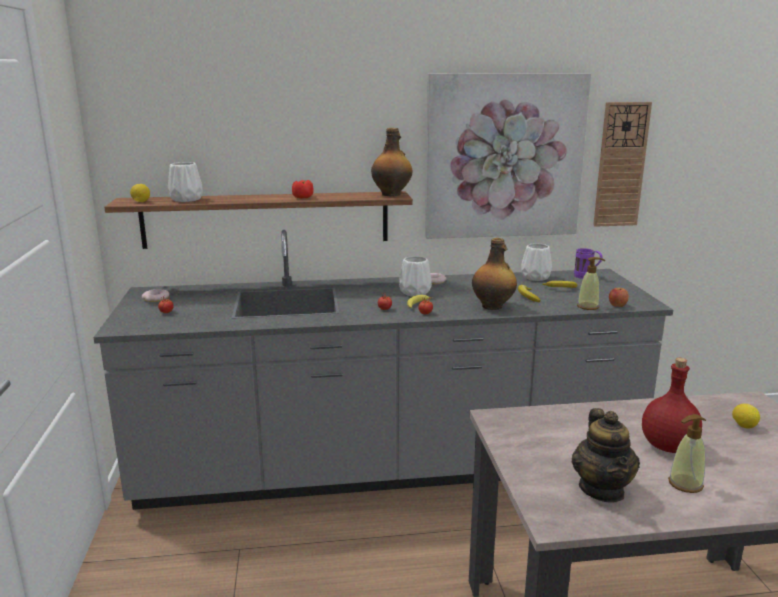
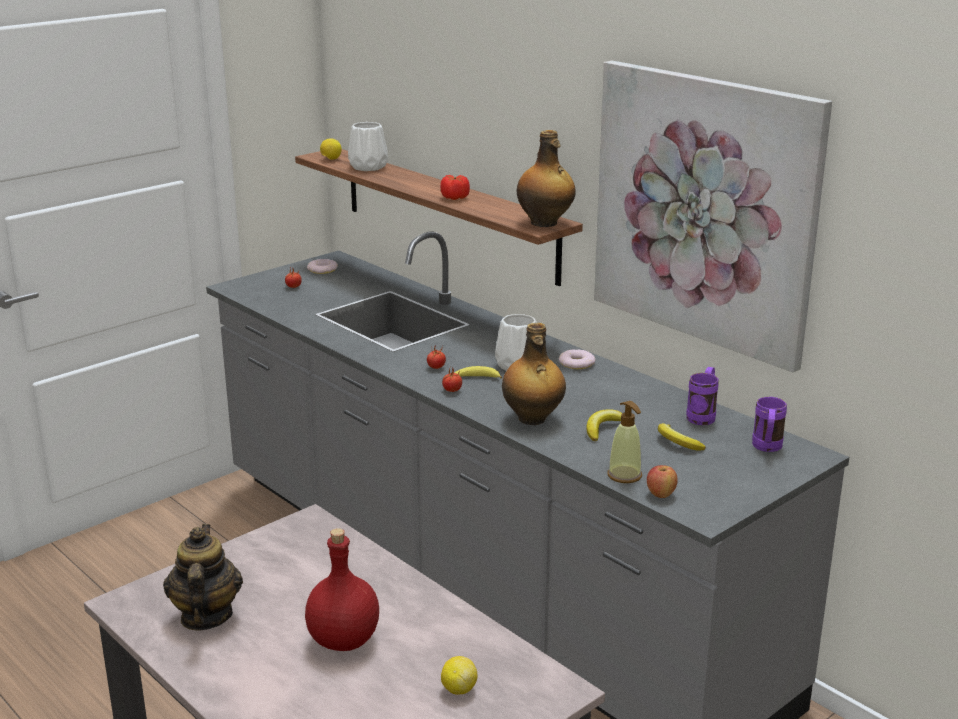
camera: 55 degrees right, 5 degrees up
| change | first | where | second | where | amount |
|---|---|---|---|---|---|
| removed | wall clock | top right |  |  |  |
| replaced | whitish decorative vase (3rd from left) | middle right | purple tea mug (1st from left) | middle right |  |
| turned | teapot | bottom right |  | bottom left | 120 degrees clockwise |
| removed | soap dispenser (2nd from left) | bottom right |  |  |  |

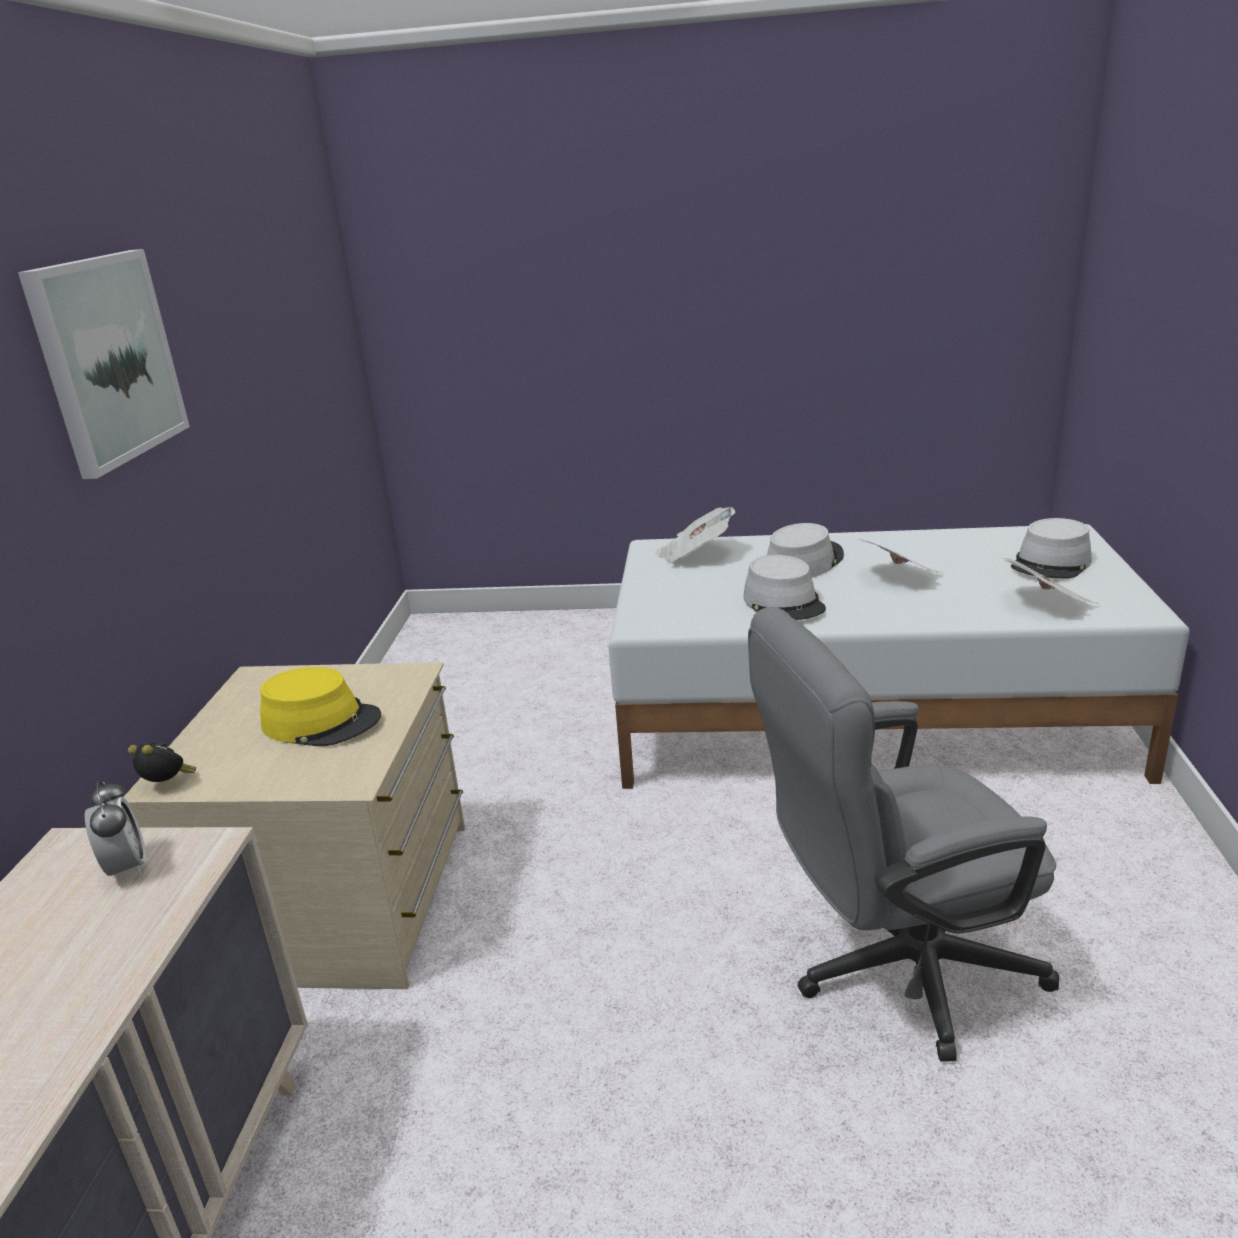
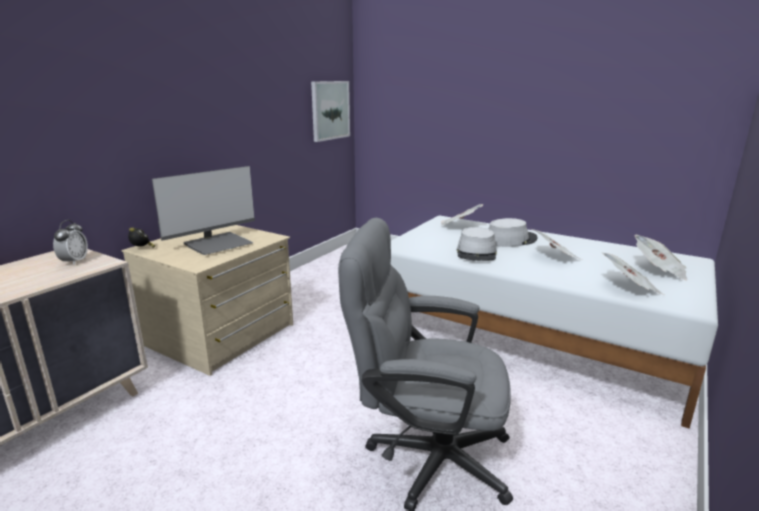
camera: 25 degrees right, 5 degrees down
| change | first | where | second | where | amount |
|---|---|---|---|---|---|
| moved | wall picture | top left |  | top centre |  |
| replaced | grey wearable hat (3rd from left) | middle right | newspaper (4th from left) | middle right |  |
| replaced | yellow-coloured wearable hat | middle left | monitor | middle left |  |

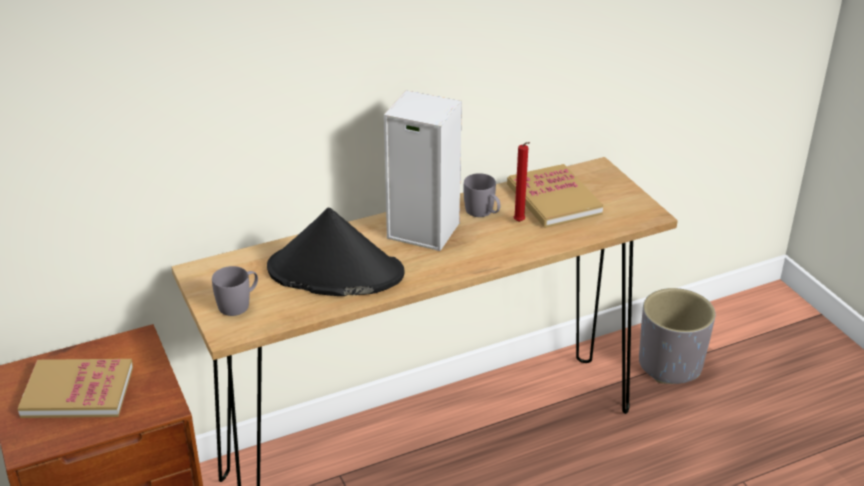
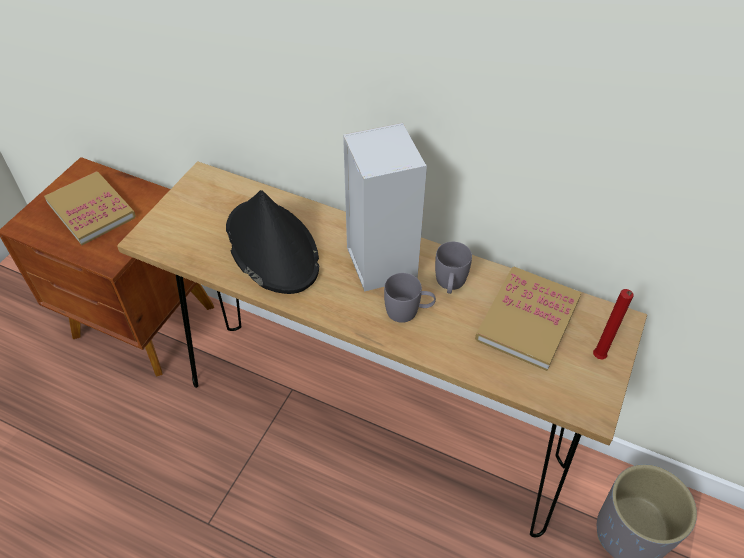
camera: 50 degrees right, 15 degrees up
| change | first | where | second | where | amount |
|---|---|---|---|---|---|
| moved | reddish wax candle | centre |  | middle right |  |
| moved | grey tea mug (1st from left) | middle left |  | centre |  |

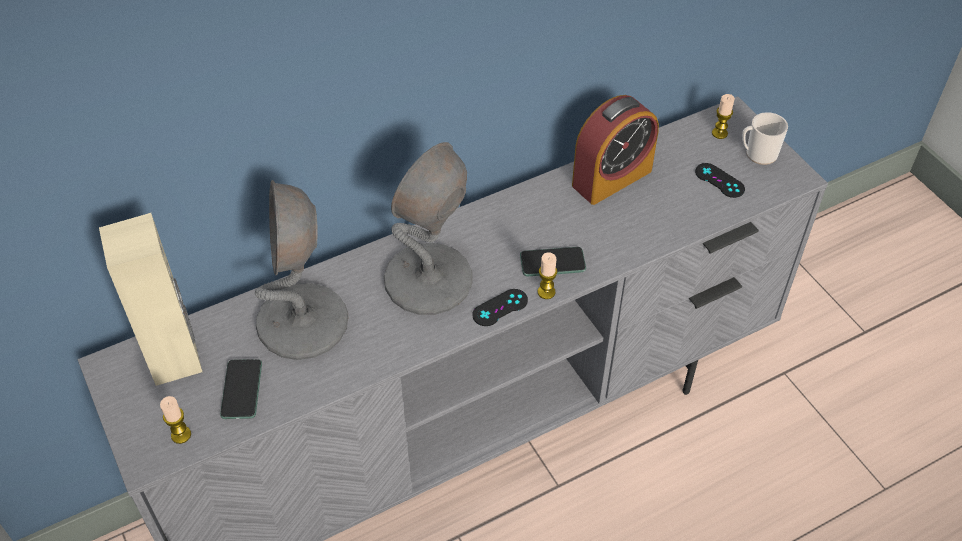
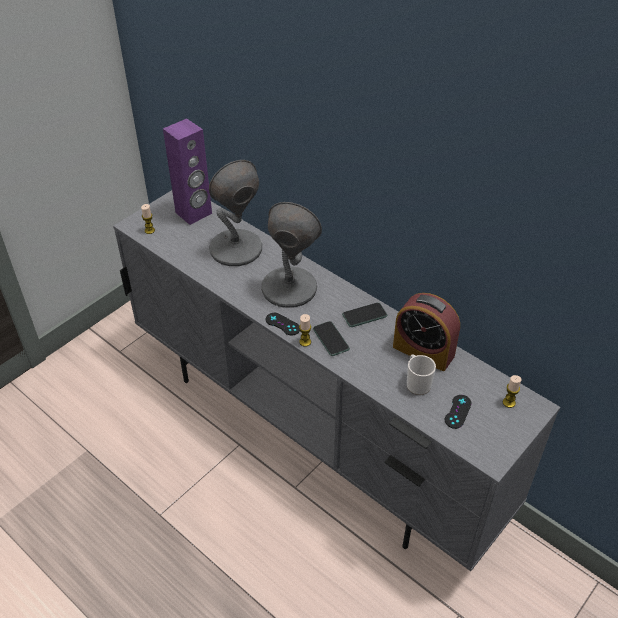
camera: 70 degrees right, 5 degrees down
| change | first | where | second | where | amount |
|---|---|---|---|---|---|
| moved | tea mug | top right |  | middle right |  |
| recoloured | beige speaker | middle left | purple speaker | top left |  |
| moved | phone (1st from left in the first image) | bottom left | phone (2nd from left) | centre |  |

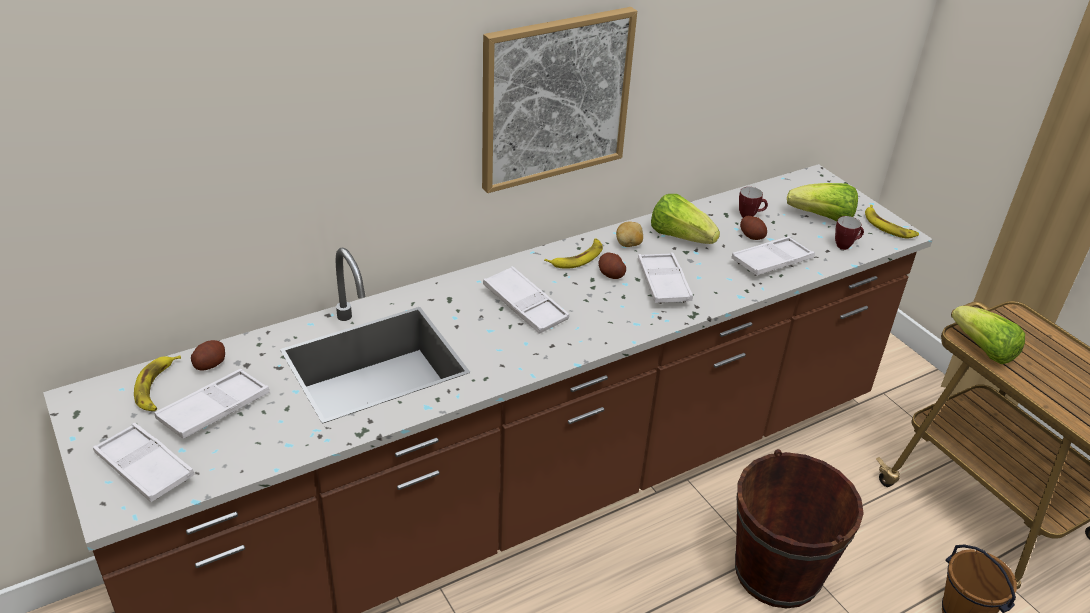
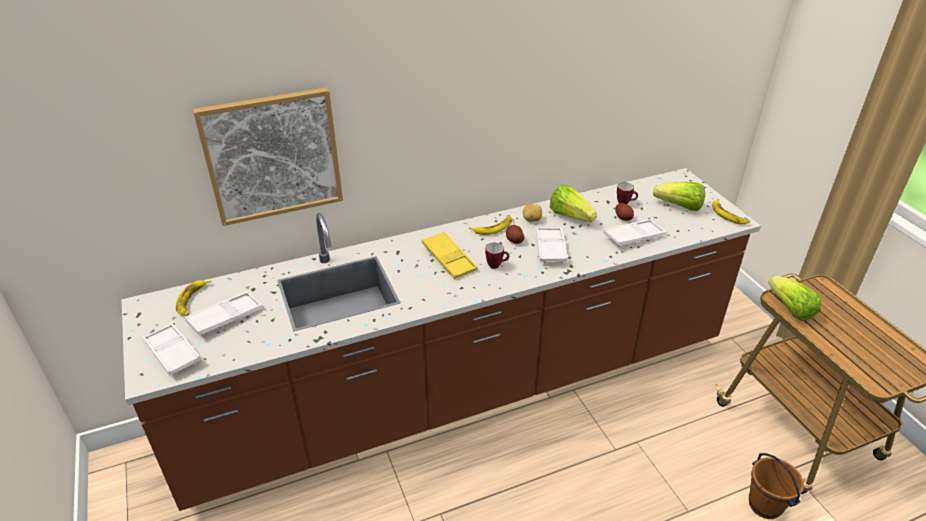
camera: 10 degrees right, 0 degrees up
| change | first | where | second | where | amount |
|---|---|---|---|---|---|
| moved | wall picture | top centre |  | top left |  |
| moved | tea mug (2nd from left in the first image) | middle right | tea mug (1st from left) | centre |  |
| recoloured | whitish tray (3rd from left) | centre | yellow-coloured tray | centre |  |
| removed | spud (1st from left) | middle left |  |  |  |
| removed | brownish water bucket (1st from left) | bottom right |  |  |  |

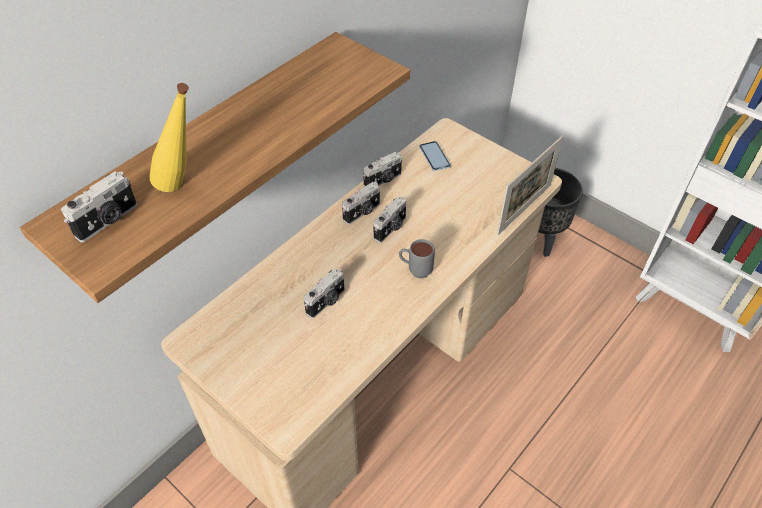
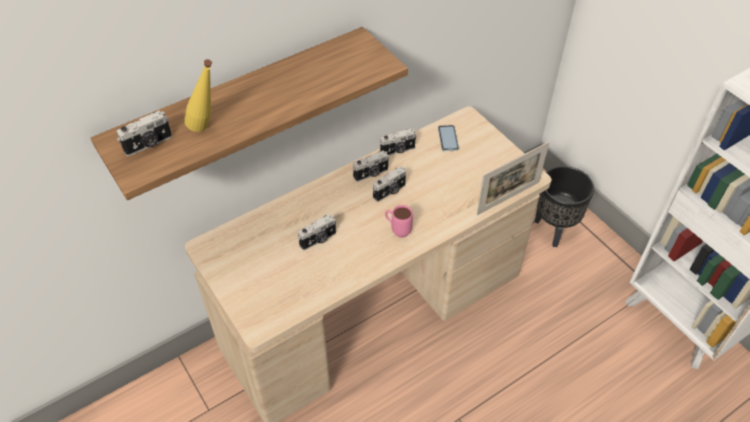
camera: 15 degrees right, 0 degrees up
| change | first | where | second | where | amount |
|---|---|---|---|---|---|
| recoloured | grey tea mug | centre | pink-coloured tea mug | centre |  |

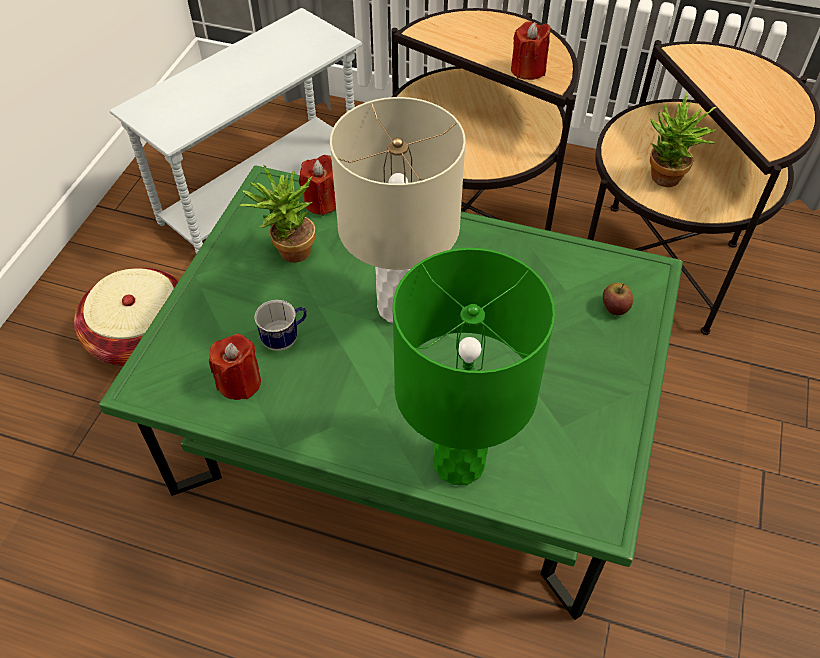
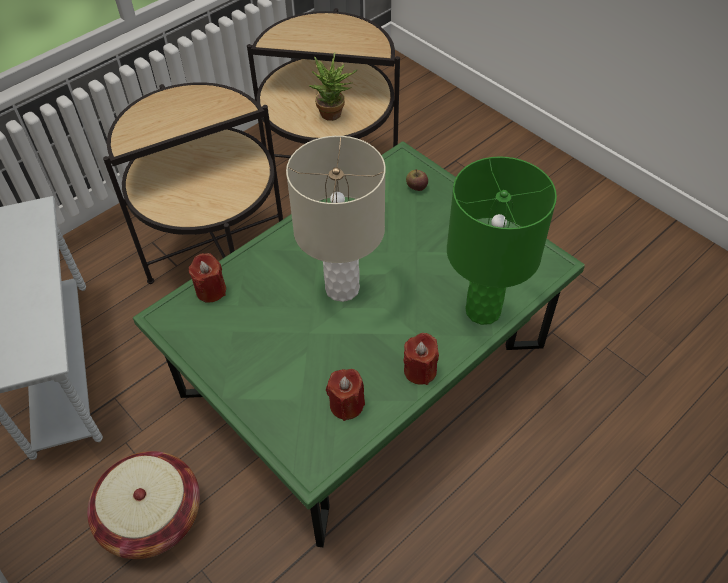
camera: 60 degrees left, 0 degrees up
| change | first | where | second | where | amount |
|---|---|---|---|---|---|
| moved | reddish wax candle (3rd from left) | top centre |  | centre |  |
| removed | plant in a pot (1st from left) | top centre |  |  |  |
| removed | tea mug | centre |  |  |  |

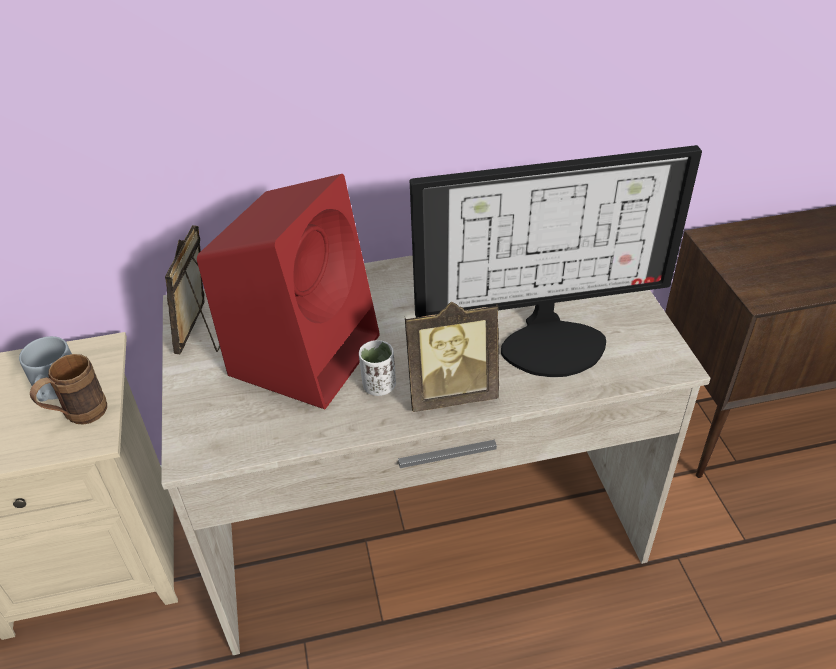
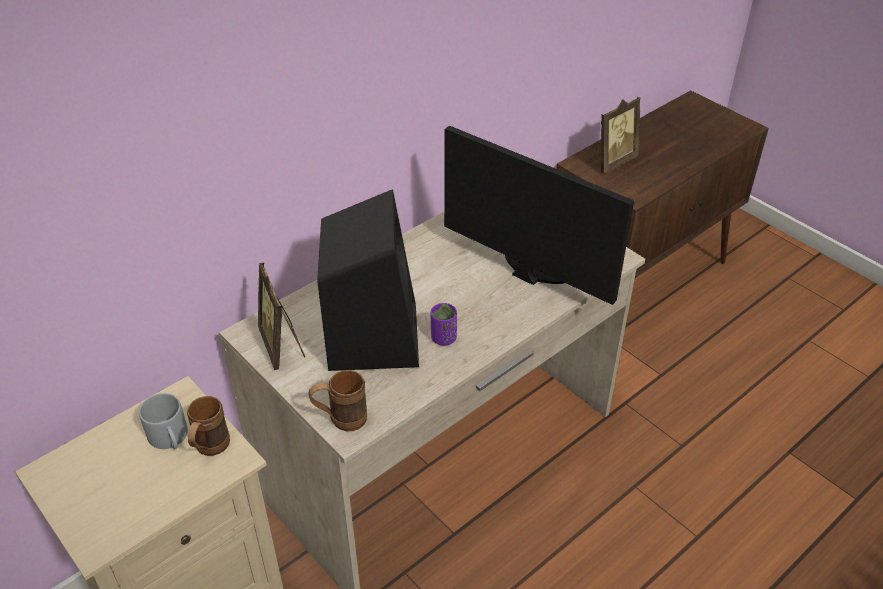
camera: 30 degrees left, 0 degrees up
| change | first | where | second | where | amount |
|---|---|---|---|---|---|
| turned | monitor | centre |  | centre | 105 degrees counterclockwise |
| recoloured | reddish speaker | centre | blackish speaker | centre |  |
| moved | standing frame (2nd from left) | centre |  | top right |  |
| recoloured | whitish drinking cup | centre | purple drinking cup | centre |  |
| added |  |  | brownish tea mug (2nd from left) | bottom centre |  |

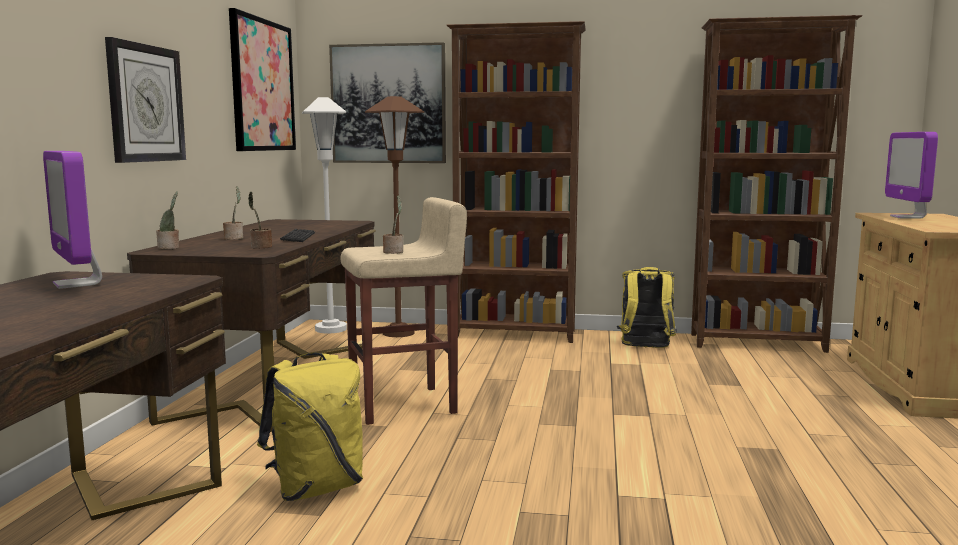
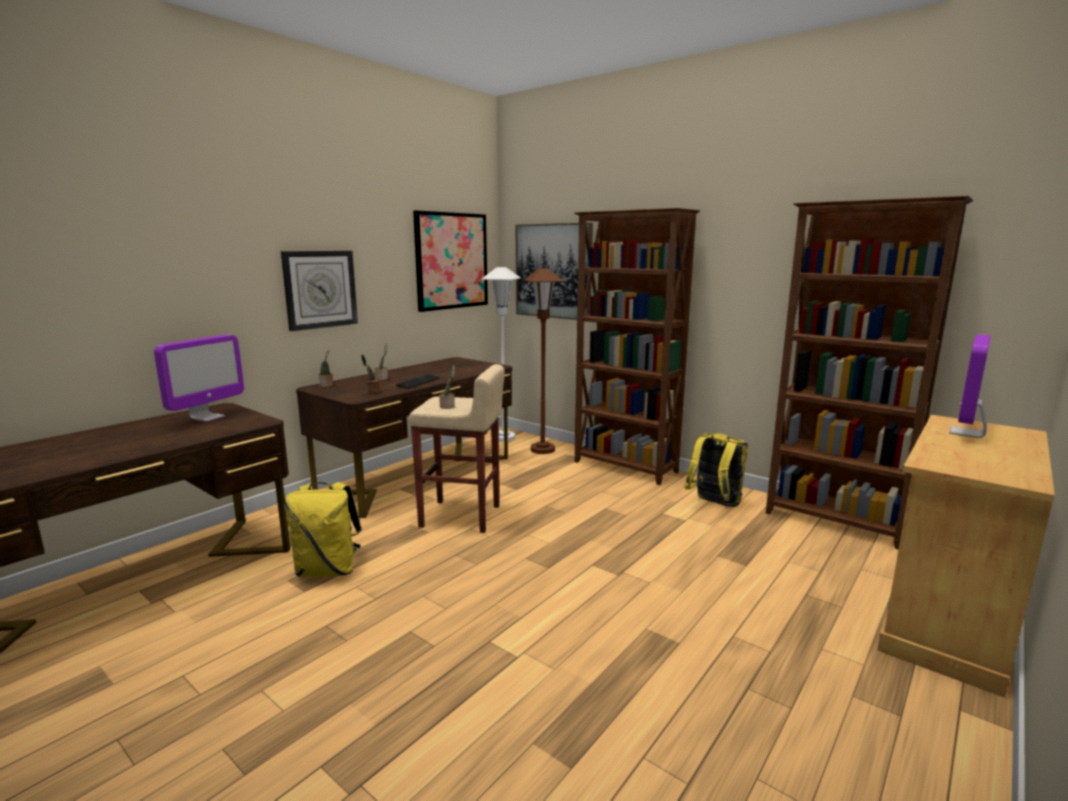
camera: 30 degrees right, 5 degrees up
| change | first | where | second | where | amount |
|---|---|---|---|---|---|
| turned | monitor (1st from left) | middle left |  | middle left | 150 degrees counterclockwise |

